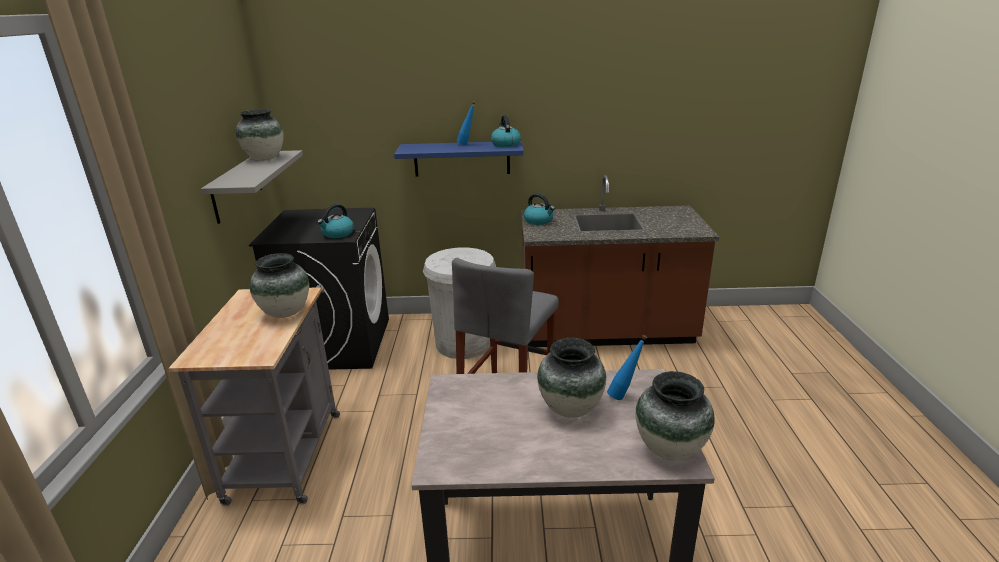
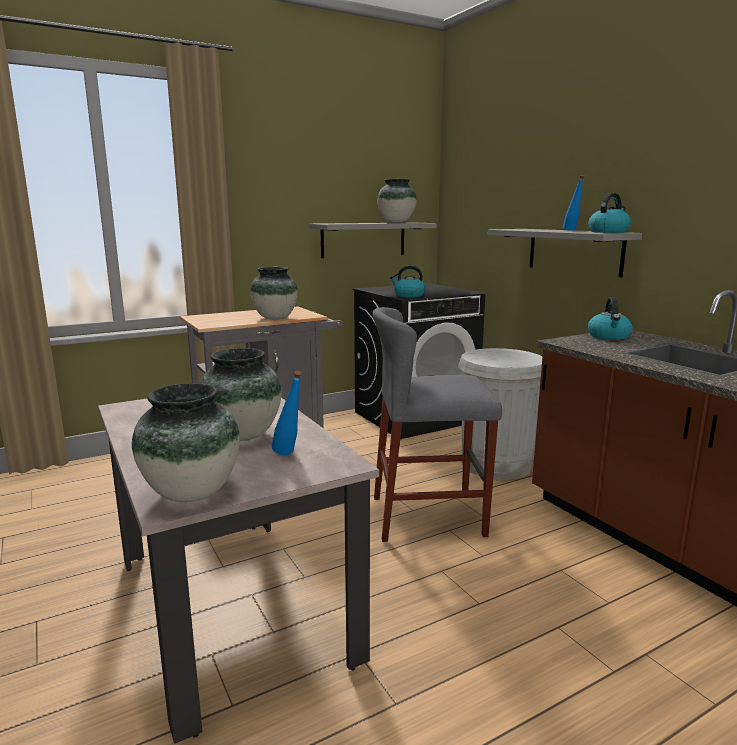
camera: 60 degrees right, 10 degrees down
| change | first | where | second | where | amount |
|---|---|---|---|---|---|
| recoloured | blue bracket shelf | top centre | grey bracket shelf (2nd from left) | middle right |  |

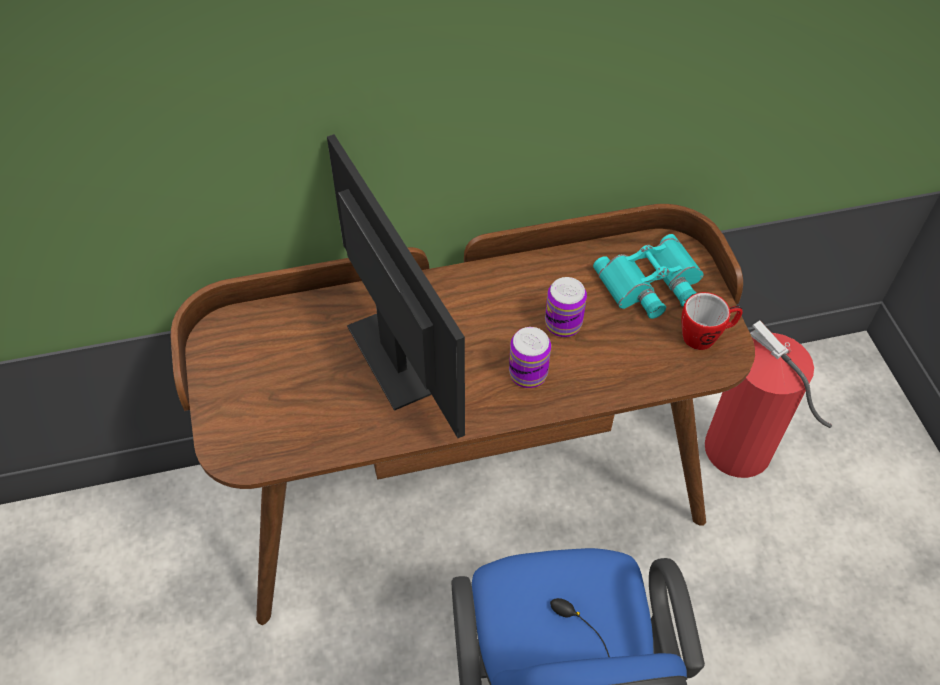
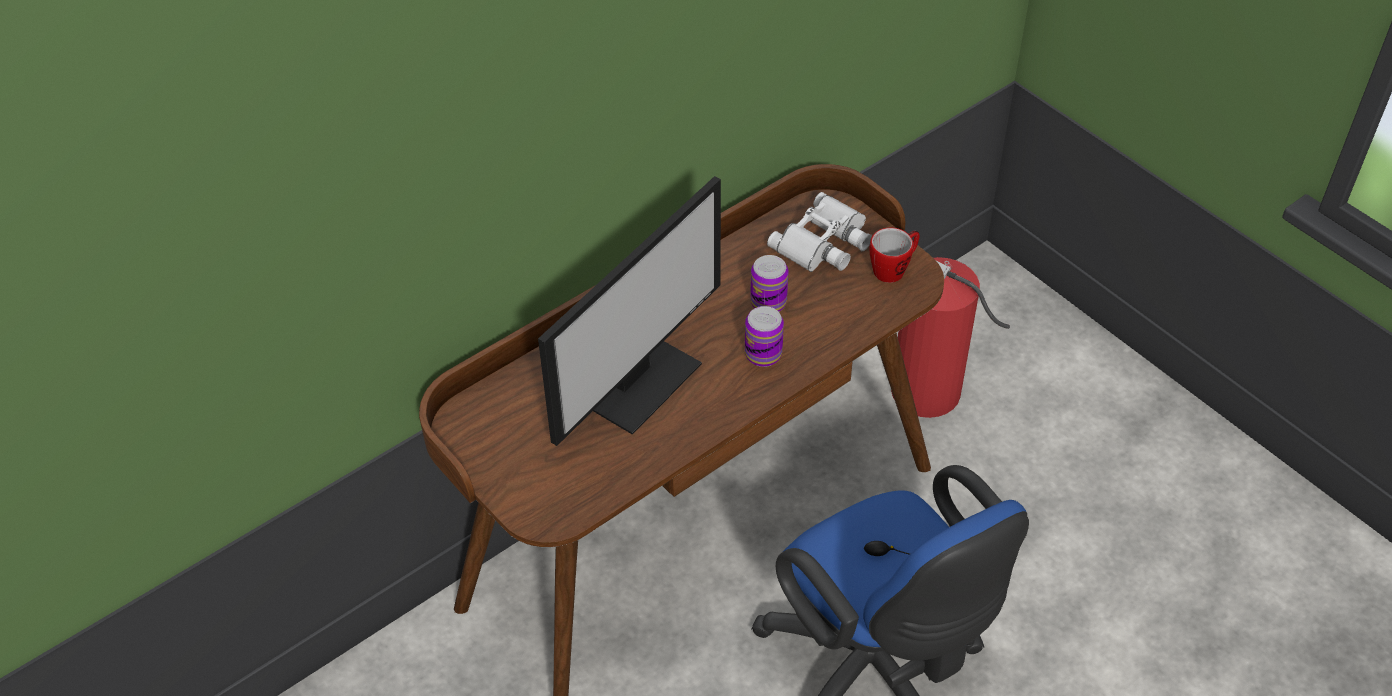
camera: 25 degrees left, 5 degrees down
| change | first | where | second | where | amount |
|---|---|---|---|---|---|
| turned | monitor | centre |  | centre | 90 degrees clockwise |
| recoloured | blue-green binoculars | middle right | whitish binoculars | centre |  |

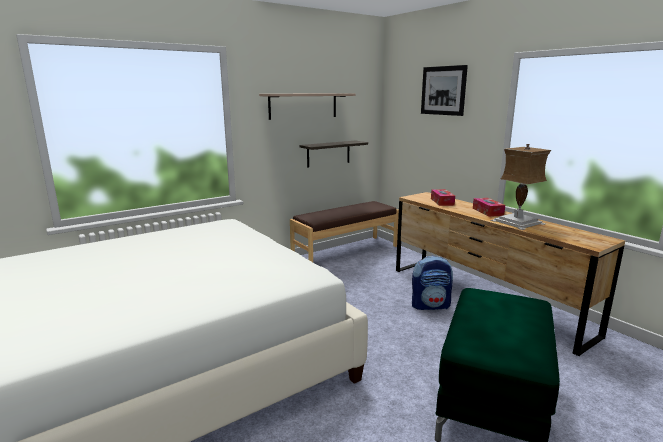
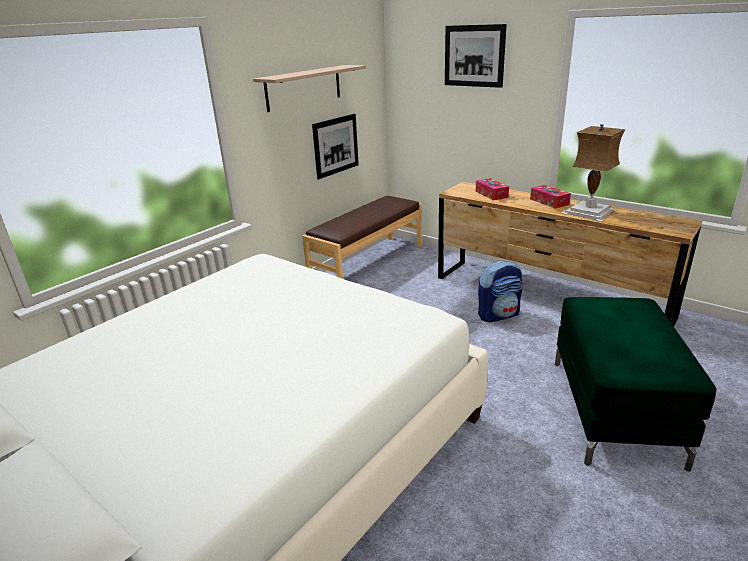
camera: 15 degrees left, 10 degrees up
| change | first | where | second | where | amount |
|---|---|---|---|---|---|
| replaced | bracket shelf (2nd from left) | centre | wall picture (1st from left) | top centre |  |

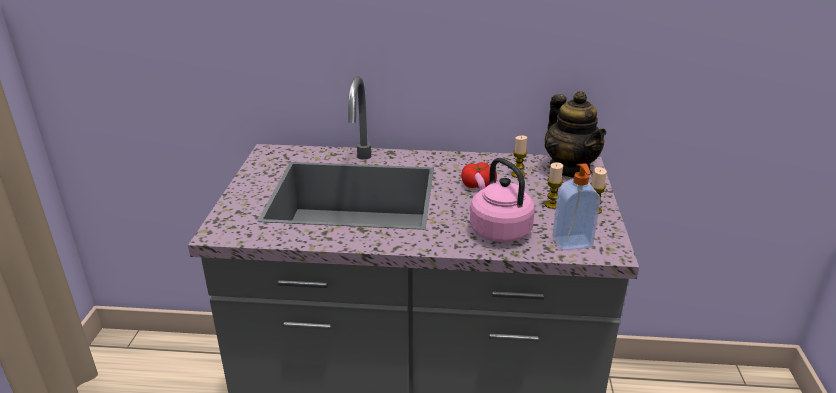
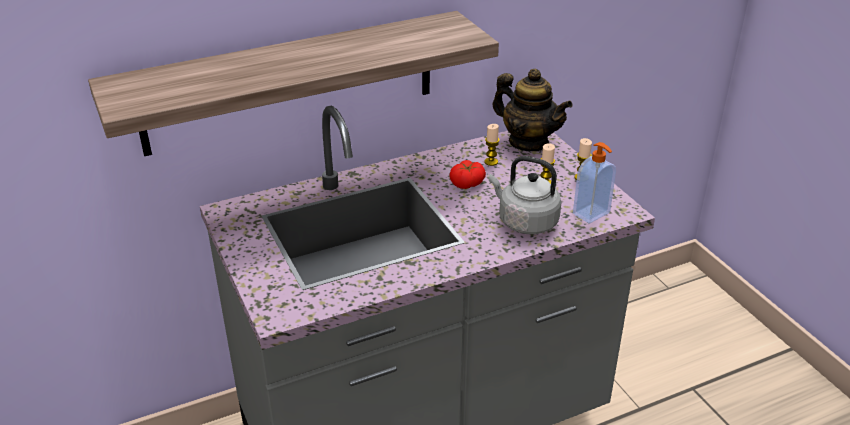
camera: 30 degrees left, 5 degrees up
| change | first | where | second | where | amount |
|---|---|---|---|---|---|
| recoloured | pink-coloured tea kettle | centre | grey tea kettle | centre |  |
| added |  |  | bracket shelf | top centre |  |

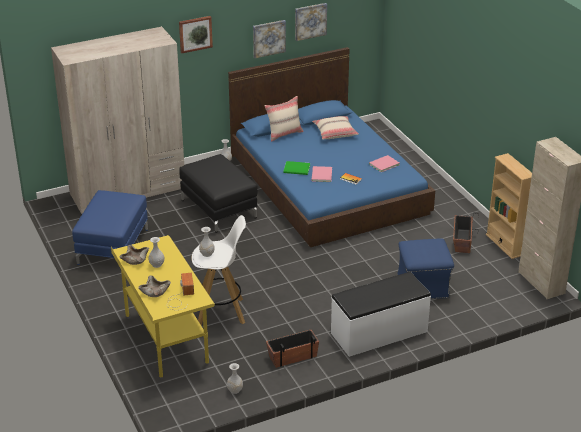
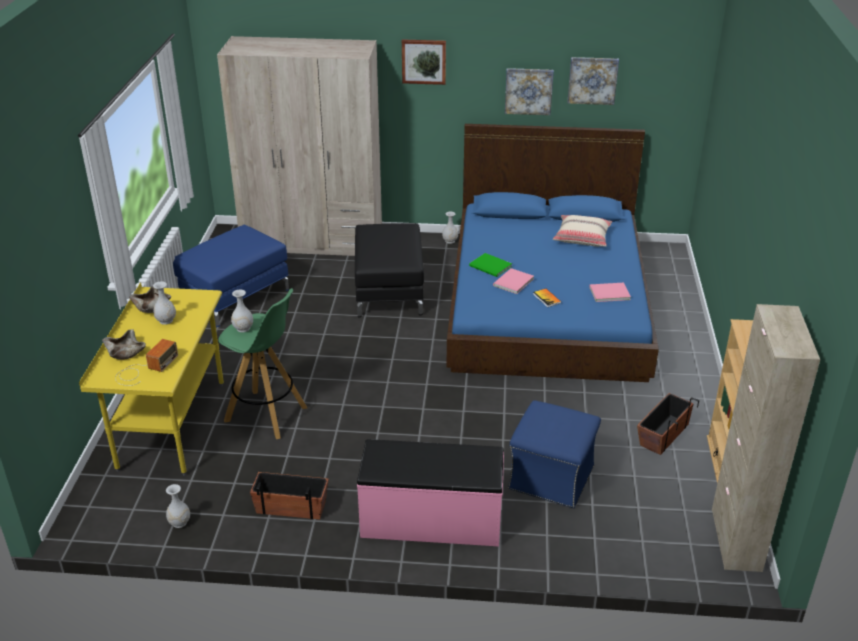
camera: 30 degrees right, 0 degrees up
| change | first | where | second | where | amount |
|---|---|---|---|---|---|
| removed | beige cushion (1st from left) | top centre |  |  |  |
| recoloured | whitish stool | centre | greenish stool | middle left |  |
| recoloured | whitish long seat | bottom centre | pink-coloured long seat | bottom centre |  |

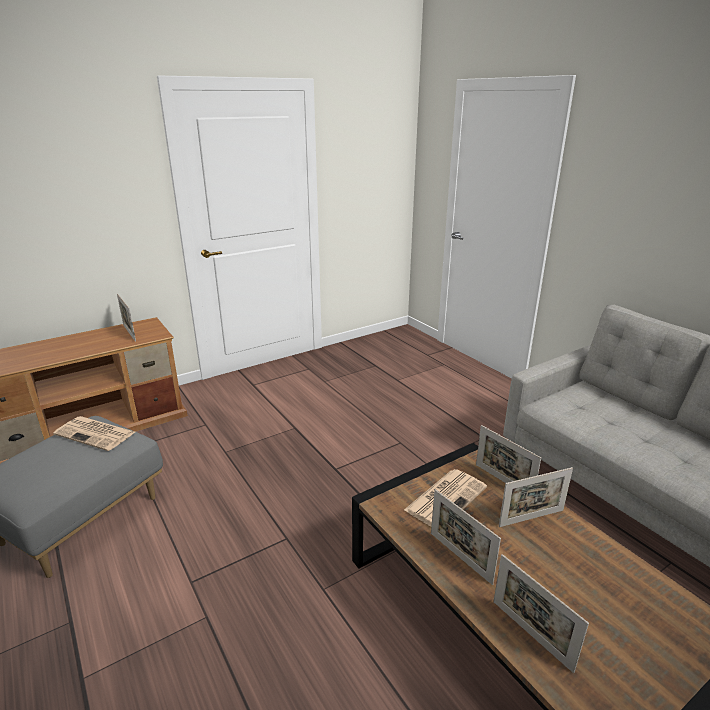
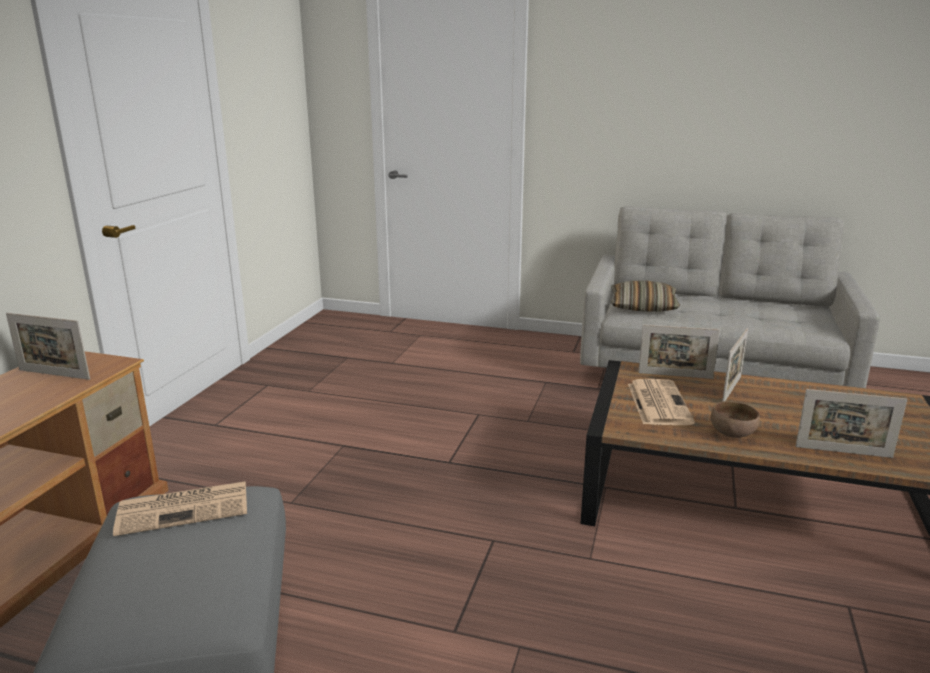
camera: 40 degrees left, 5 degrees down
| change | first | where | second | where | amount |
|---|---|---|---|---|---|
| replaced | standing frame (2nd from left) | bottom centre | brownish serving bowl | middle right |  |
| added |  |  | cushion | middle right |  |

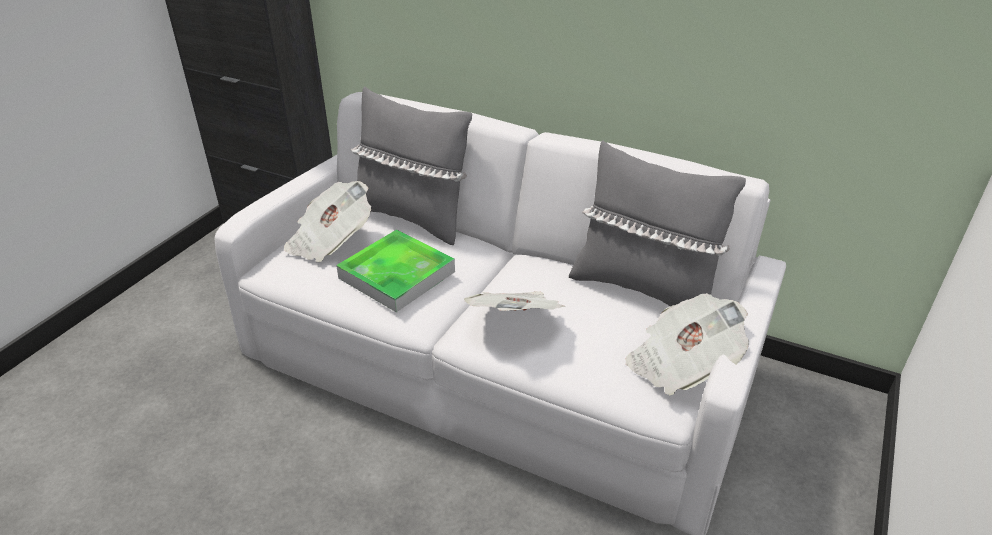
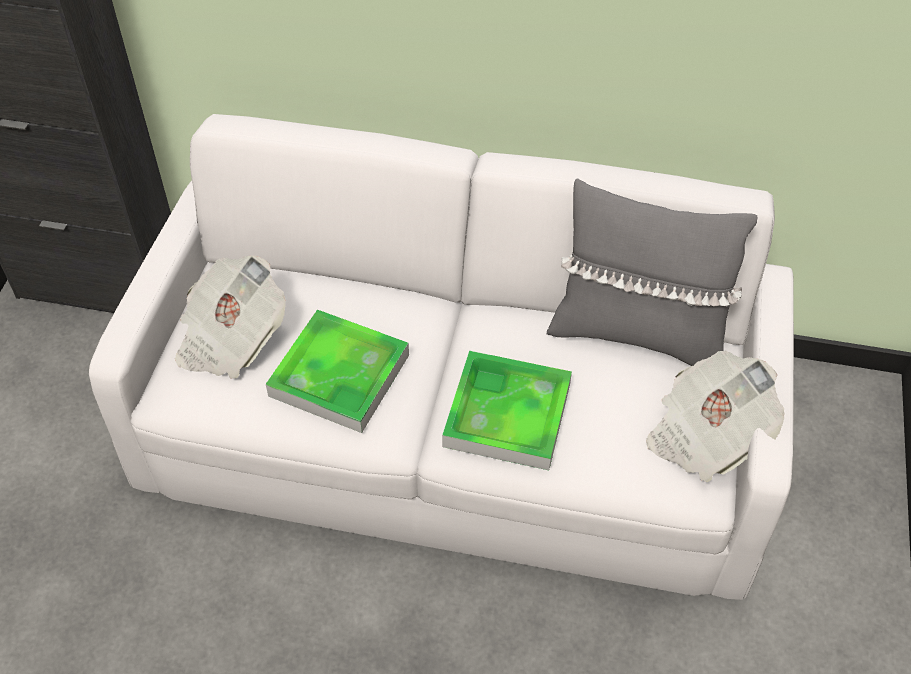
camera: 15 degrees left, 15 degrees up
| change | first | where | second | where | amount |
|---|---|---|---|---|---|
| removed | grey cushion (1st from left) | top centre |  |  |  |
| replaced | newspaper (2nd from left) | centre | tray (2nd from left) | centre |  |

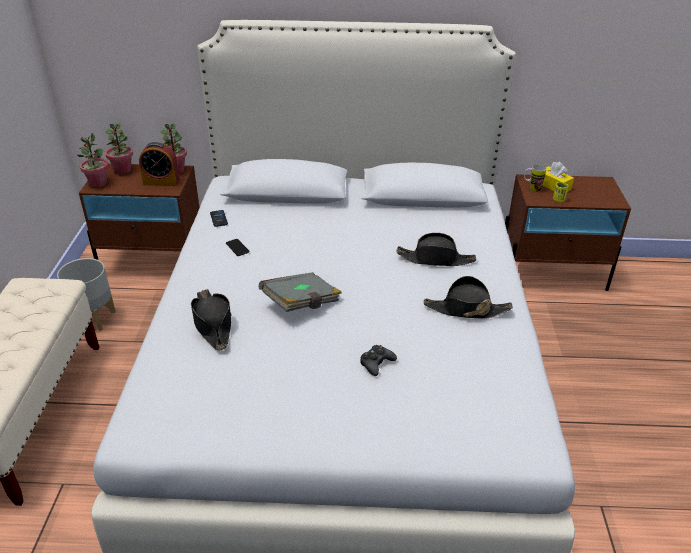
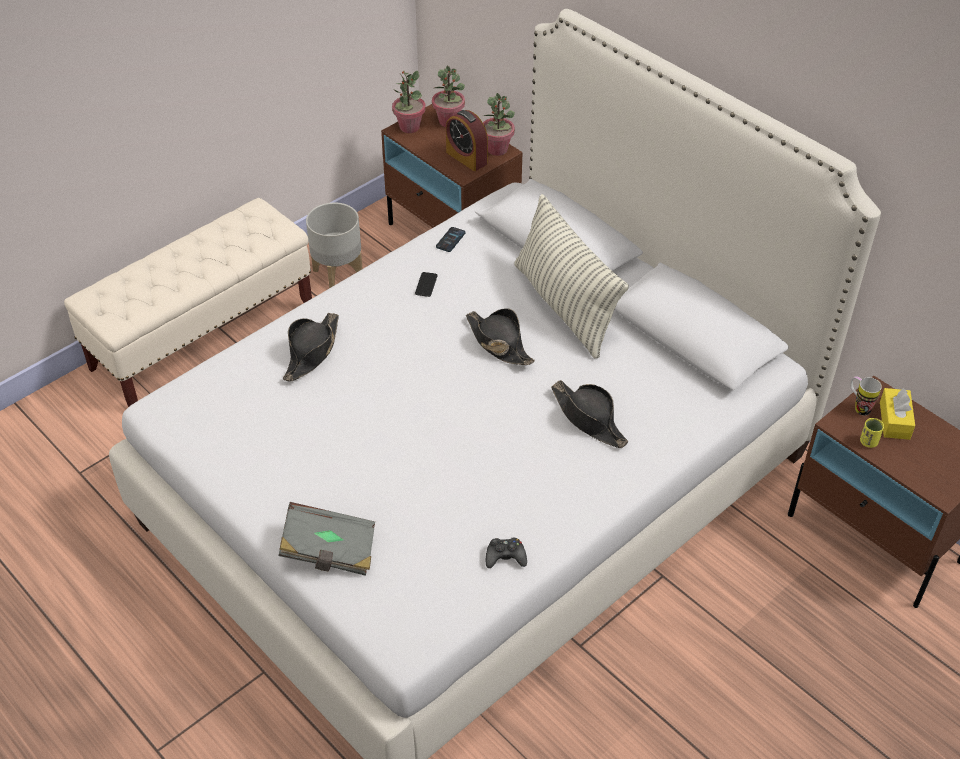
camera: 45 degrees right, 10 degrees up
| change | first | where | second | where | amount |
|---|---|---|---|---|---|
| moved | grey book | centre |  | bottom centre |  |
| moved | blackish wearable hat (3rd from left in the first image) | middle right | blackish wearable hat (2nd from left) | centre |  |
| moved | blackish joypad | centre |  | bottom centre |  |
| added |  |  | cushion | centre |  |

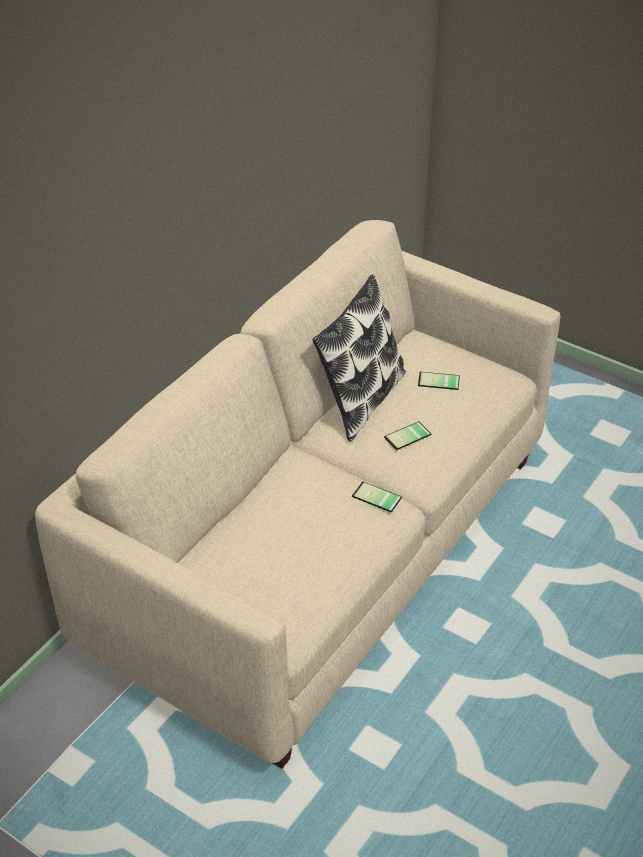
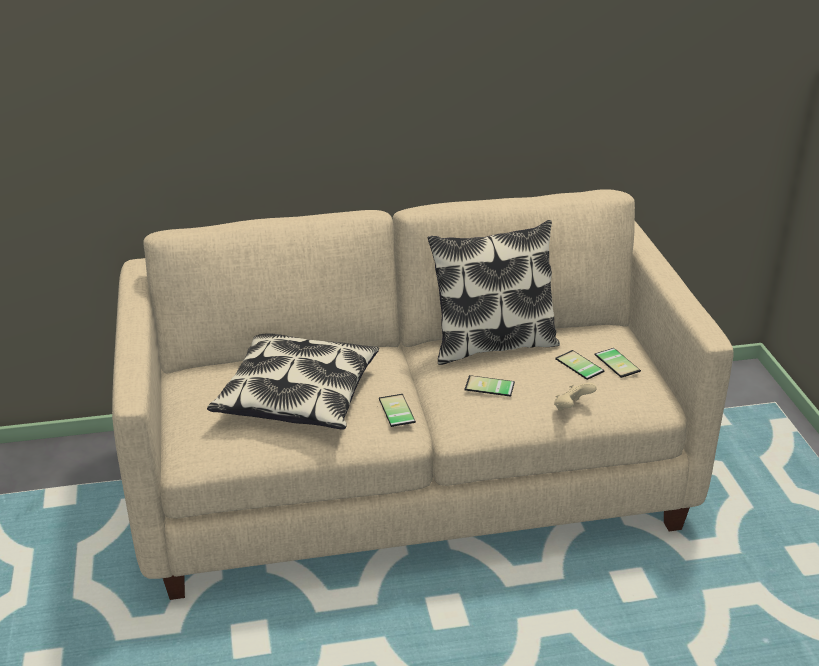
camera: 45 degrees right, 10 degrees down
| change | first | where | second | where | amount |
|---|---|---|---|---|---|
| added |  |  | cushion (1st from left) | centre |  |
| added |  |  | phone (4th from left) | middle right |  |
| added |  |  | beige joypad | middle right |  |

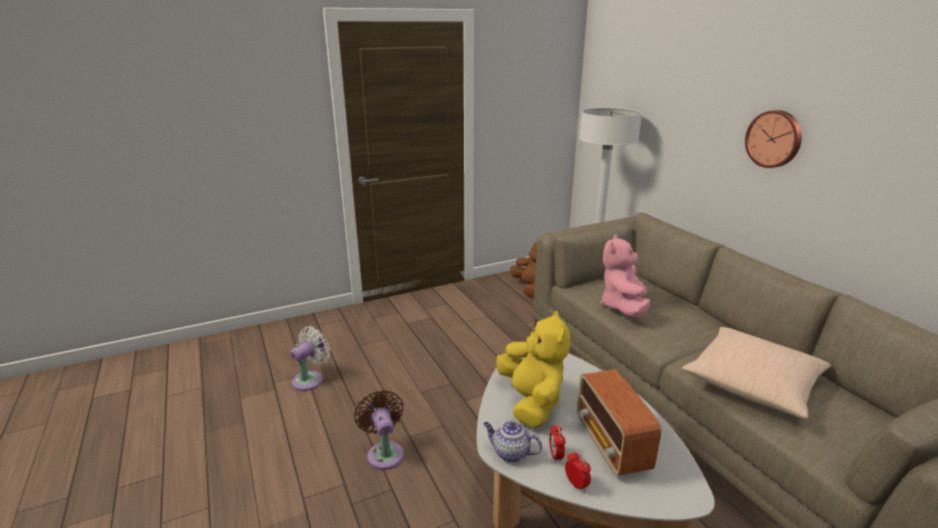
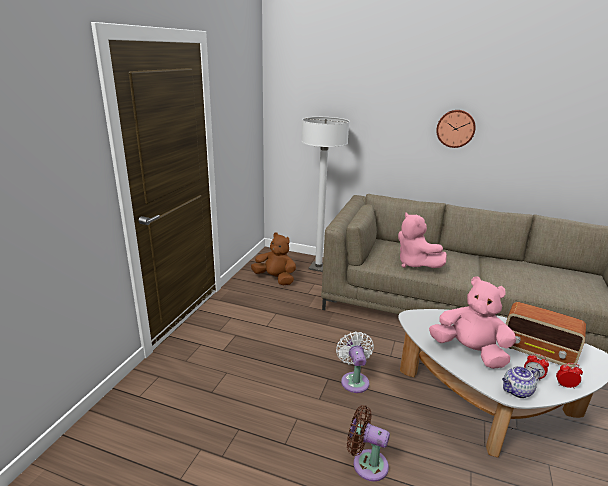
camera: 45 degrees left, 0 degrees up
| change | first | where | second | where | amount |
|---|---|---|---|---|---|
| recoloured | yellow-coloured soft toy | bottom centre | pink-coloured soft toy (2nd from left) | middle right |  |
| moved | whitish electric fan | bottom left |  | bottom centre |  |
| removed | beige cushion | bottom right |  |  |  |

